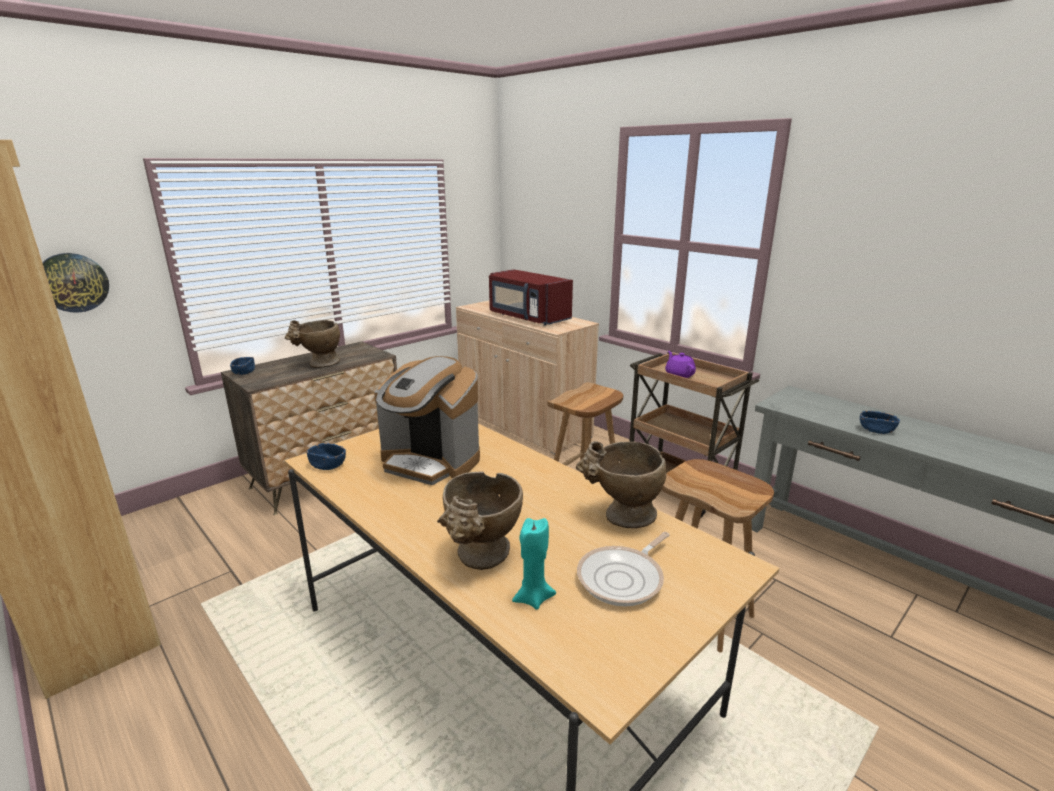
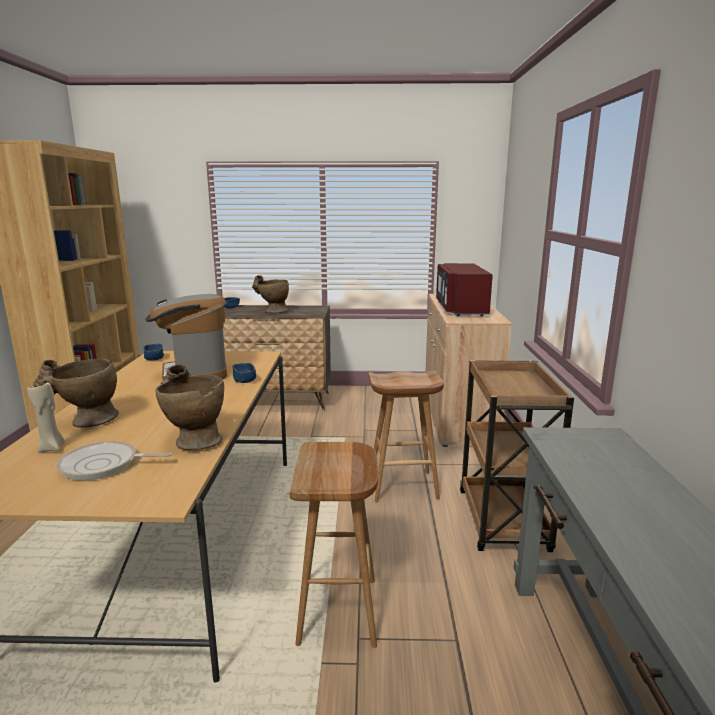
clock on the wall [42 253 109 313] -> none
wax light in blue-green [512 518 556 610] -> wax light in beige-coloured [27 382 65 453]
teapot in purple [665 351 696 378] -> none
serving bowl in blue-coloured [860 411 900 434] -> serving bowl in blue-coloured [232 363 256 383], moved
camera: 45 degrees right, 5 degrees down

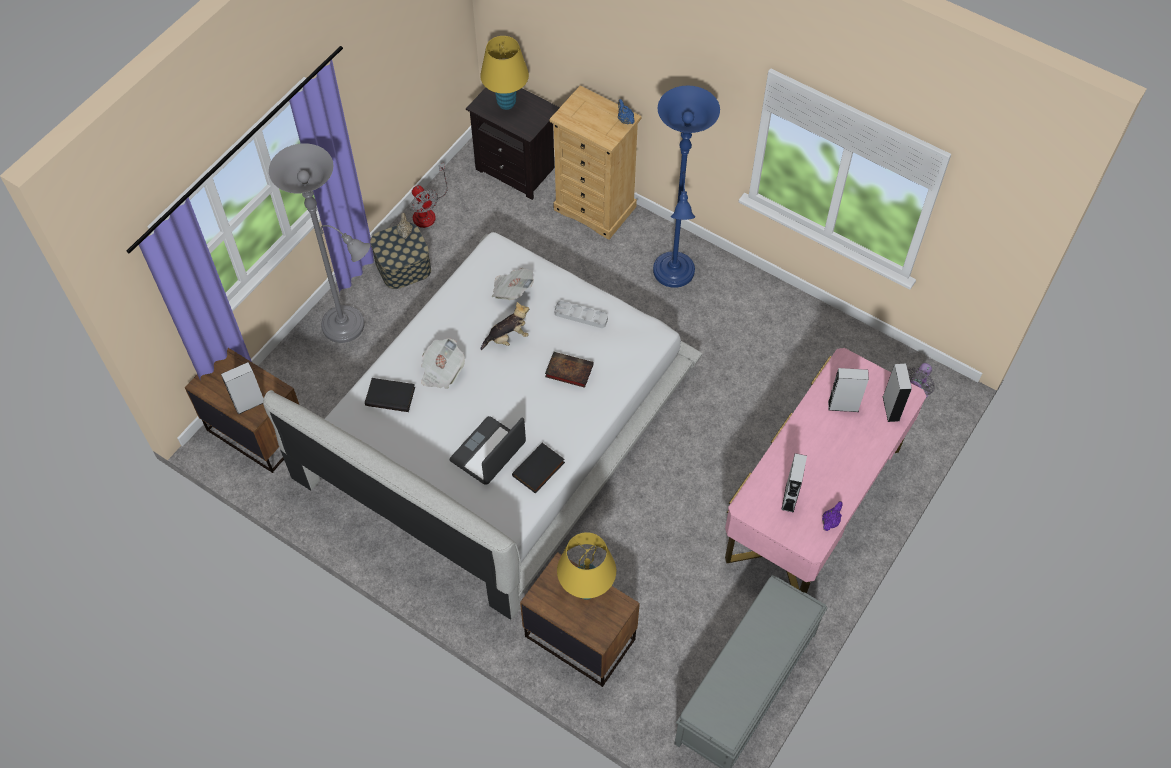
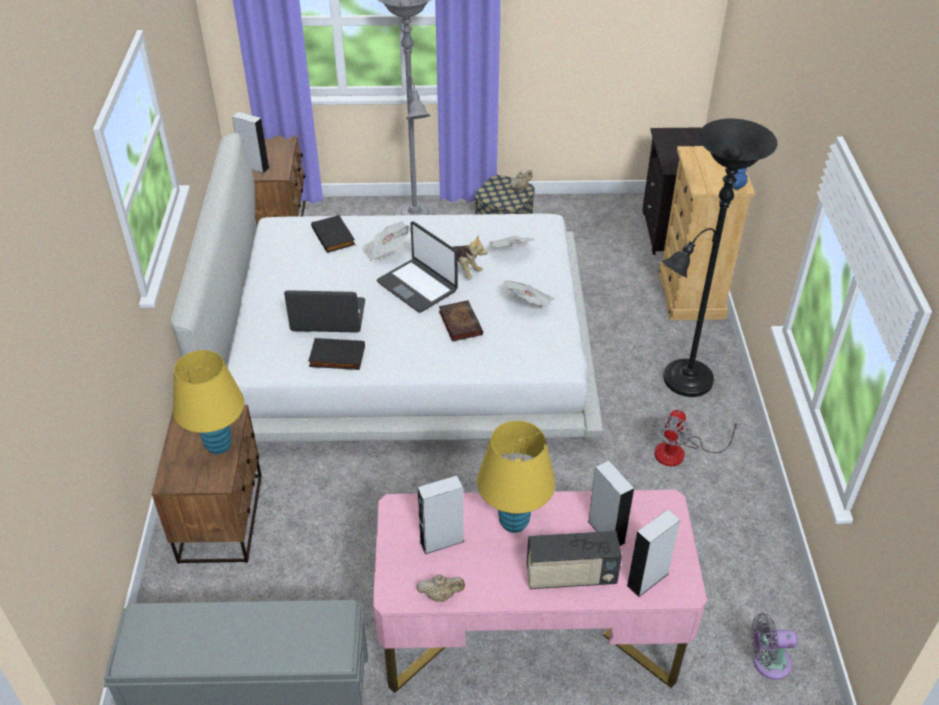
electric fan [412 163 448 228] -> electric fan [653 410 741 466], moved
table lamp in yellow [480 36 529 110] -> table lamp in yellow [477 421 555 533], moved
serving tray in grey [554 301 608 328] -> daily paper [503 280 555 307]
standard lamp in blue-coloured [653 86 720 288] -> standard lamp in blackish [662 118 778 397]
teapot in purple [822 501 843 531] -> teapot in beige-coloured [416 574 465 602]
none -> laptop [377 221 458 313]
none -> radio [527 531 622 589]
camera: 55 degrees right, 15 degrees down

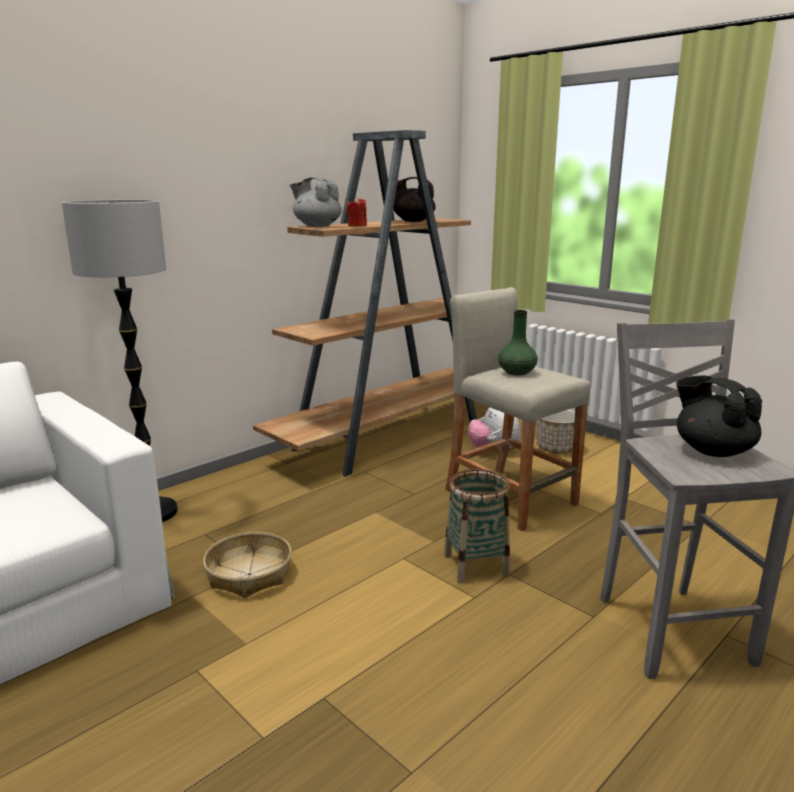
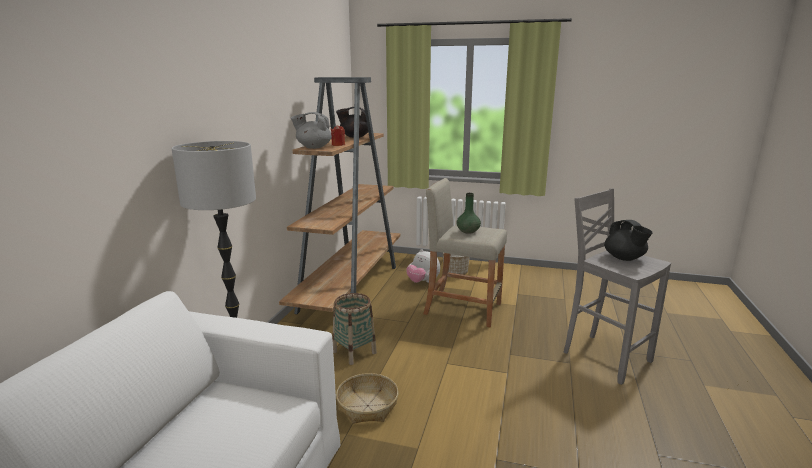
storage basket [444 469 510 583] -> storage basket [332 293 377 365], moved
teapot in blackish [676 375 762 457] -> teapot in blackish [604 220 653 261], 135 degrees counterclockwise
camera: 30 degrees left, 0 degrees up

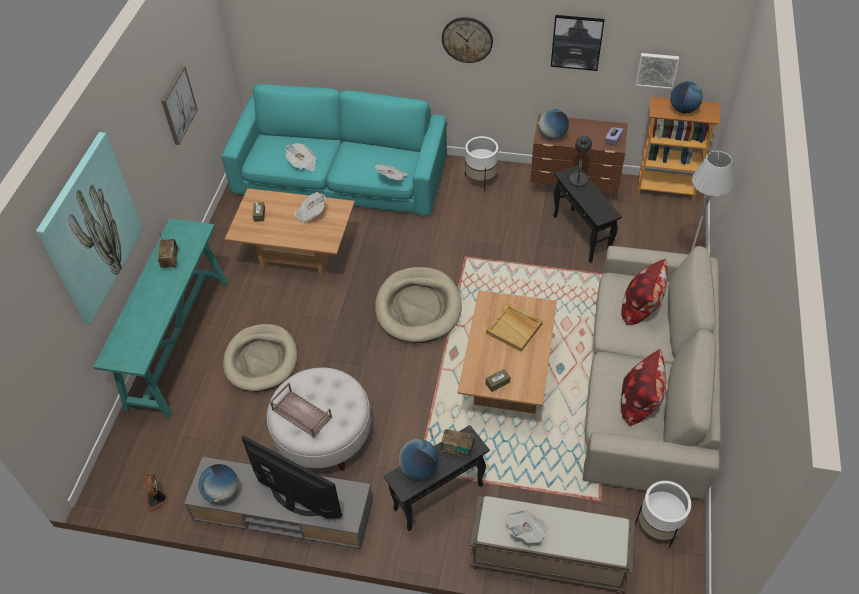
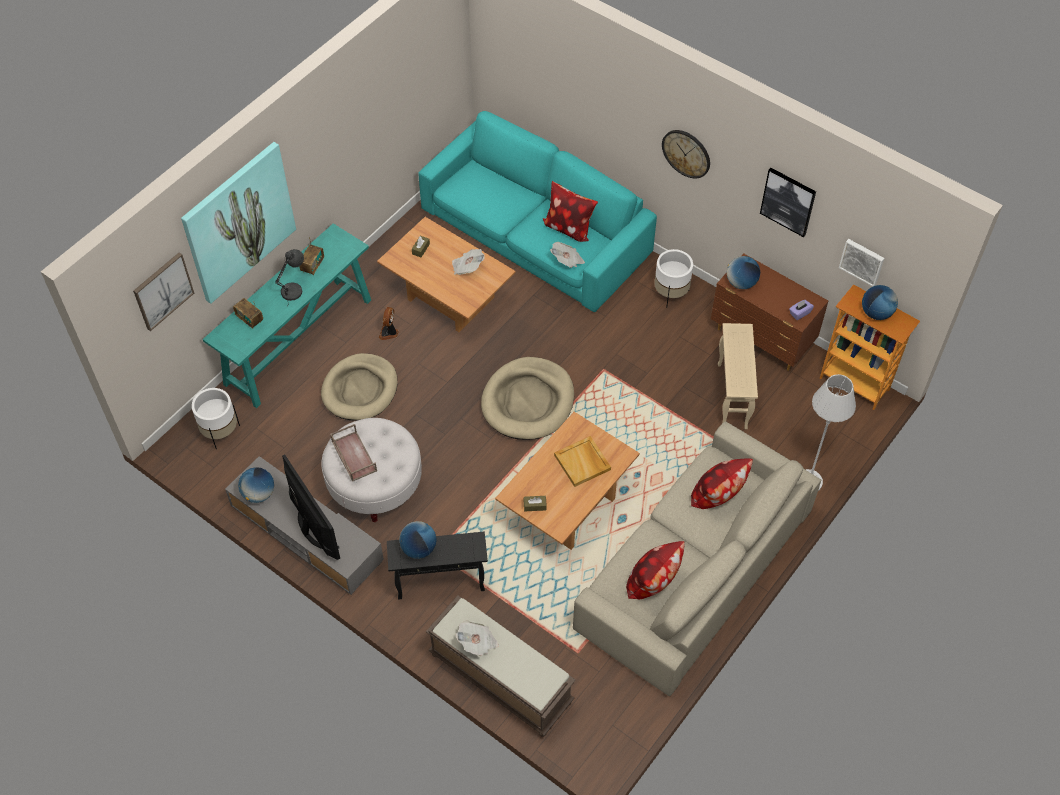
electric fan [145 474 168 512] -> electric fan [379 307 399 340], moved
wall art [161 66 198 145] -> wall art [133 252 194 331], moved
daily paper [286 143 317 171] -> none
radio [441 427 474 458] -> radio [233 298 263 329], moved
accent table in blackish [553 165 622 263] -> accent table in beige-coloured [718 323 758 429]
table lamp in grey [569 136 592 192] -> table lamp in grey [275 249 304 301], moved
flower pot in white [635 481 691 548] -> flower pot in white [192 388 240 449], moved
none -> cushion [543 181 598 242]
camera: 25 degrees right, 5 degrees up

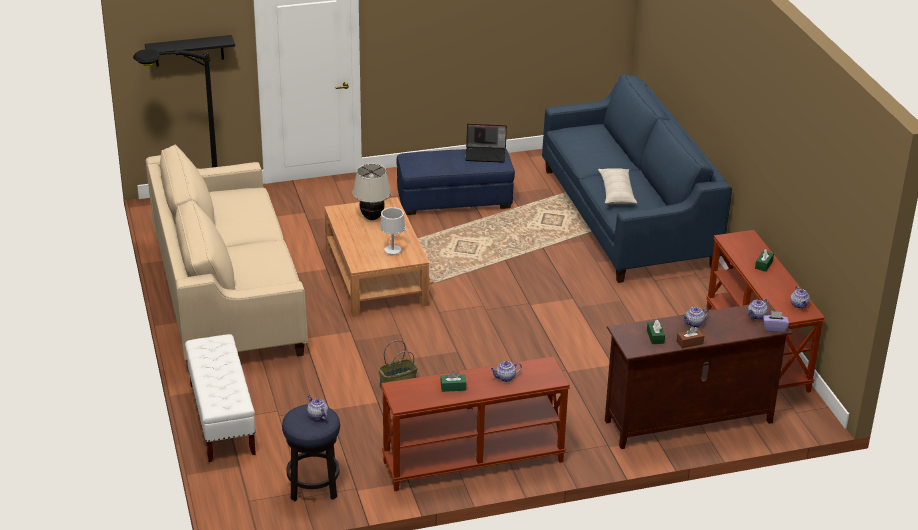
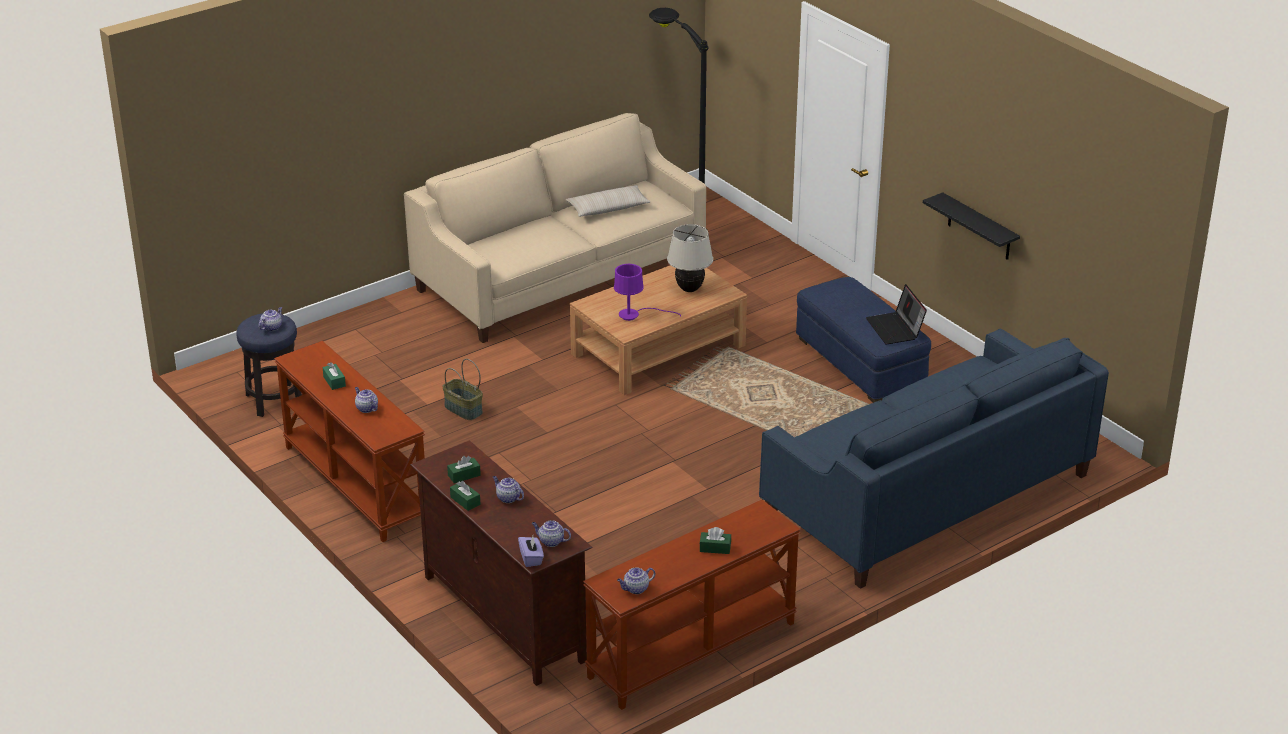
shelf in blackish [145 35 235 66] -> shelf in blackish [923 192 1020 260], moved
indoor bench in white [185 334 256 462] -> none
table lamp in white [380 207 410 255] -> table lamp in purple [614 264 681 321]
cushion in beige-coloured [598 168 637 204] -> cushion in beige-coloured [566 185 650 217], moved
tissue holder in brown-coloured [677 327 704 348] -> tissue holder in green-coloured [450 481 481 511]
camera: 70 degrees right, 0 degrees up

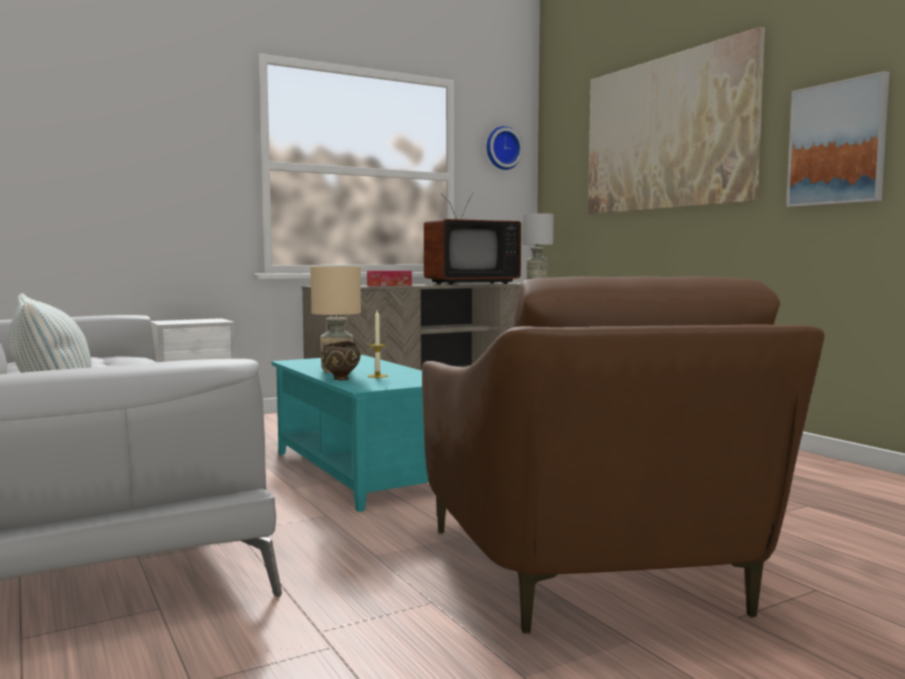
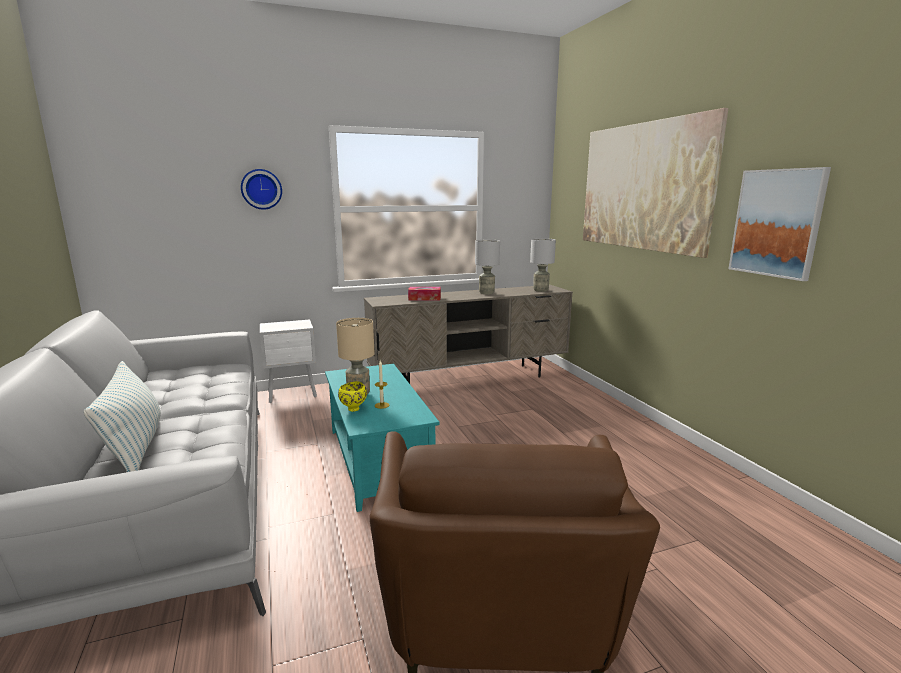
serving bowl in brown-coloured [321 341 360 380] -> serving bowl in yellow [338 381 367 412]
TV set [424 192 521 285] -> table lamp in grey [475 240 500 294]
clock on the wall [487 126 523 170] -> clock on the wall [241 169 282 210], moved
camera: 10 degrees right, 10 degrees up

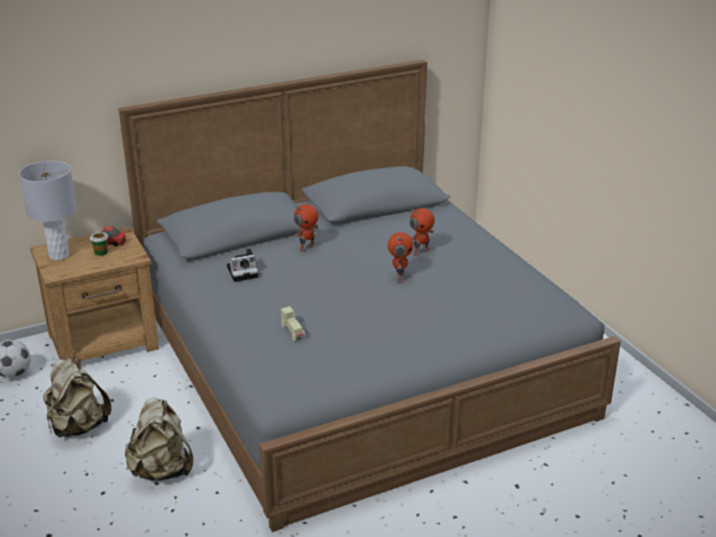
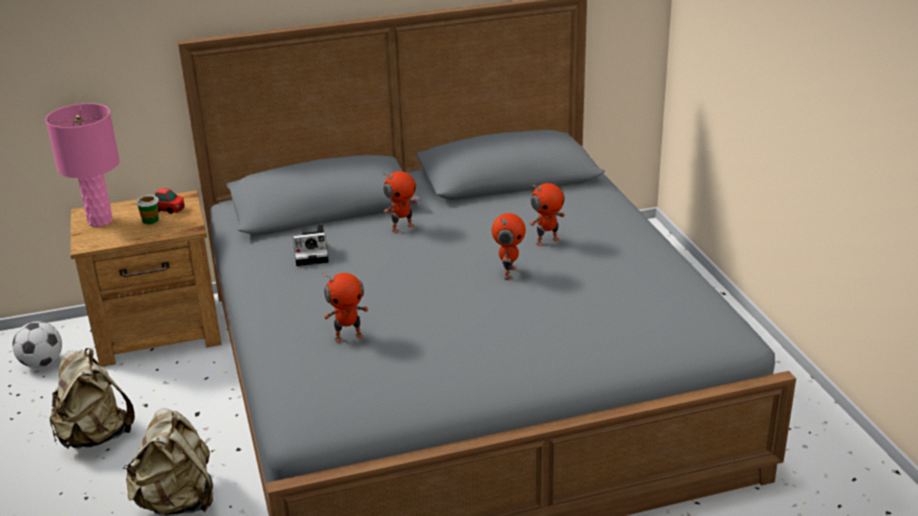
table lamp in grey [19 161 77 260] -> table lamp in pink [46 103 120 227]
toy car in beige-coloured [281 306 305 341] -> robot figure [322 272 369 342]
camera: 10 degrees right, 0 degrees up

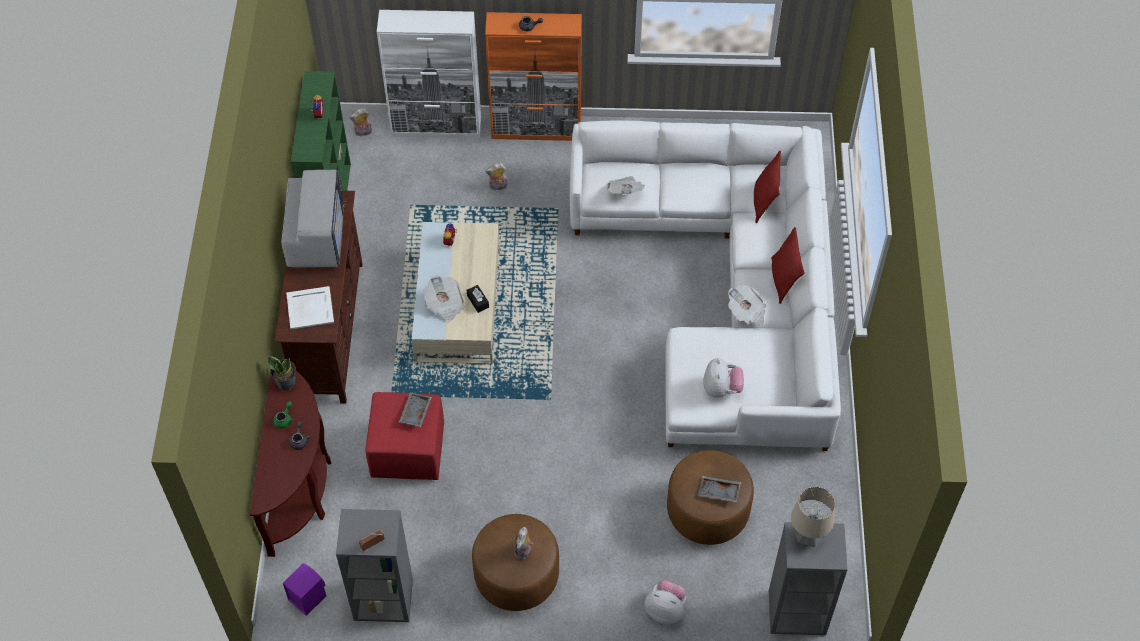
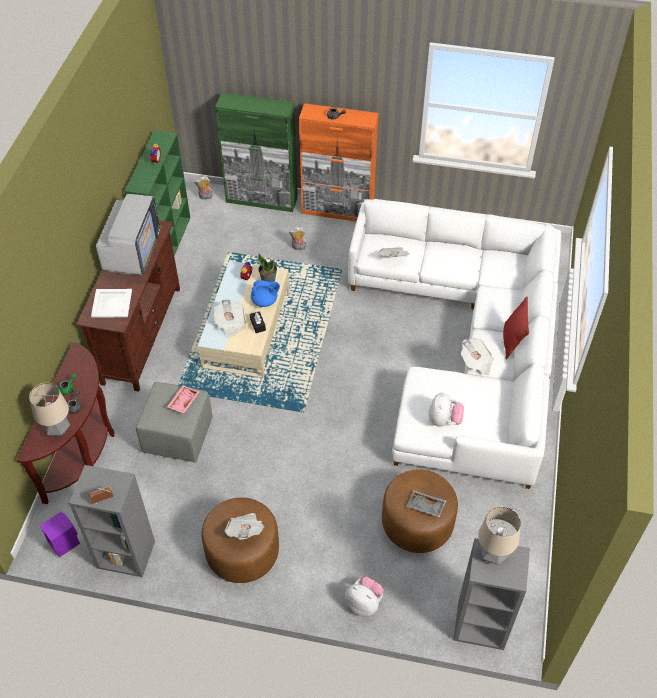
houseplant [267 356 296 390] -> houseplant [258 253 277 282], moved
pouffe in red [366 392 444 480] -> pouffe in grey [136 382 213 463]
storage cabinet in white [377 10 481 138] -> storage cabinet in green-coloured [215 92 298 212]
serving tray in grey [399 392 432 427] -> serving tray in pink [167 385 200 413]
cuddly toy [514 527 533 560] -> daily paper [225 513 264 540]
cushion in red [754 151 781 223] -> none
none -> table lamp [29 383 70 437]
none -> teapot in blue-coloured [251 280 280 307]
camera: 10 degrees right, 5 degrees down

